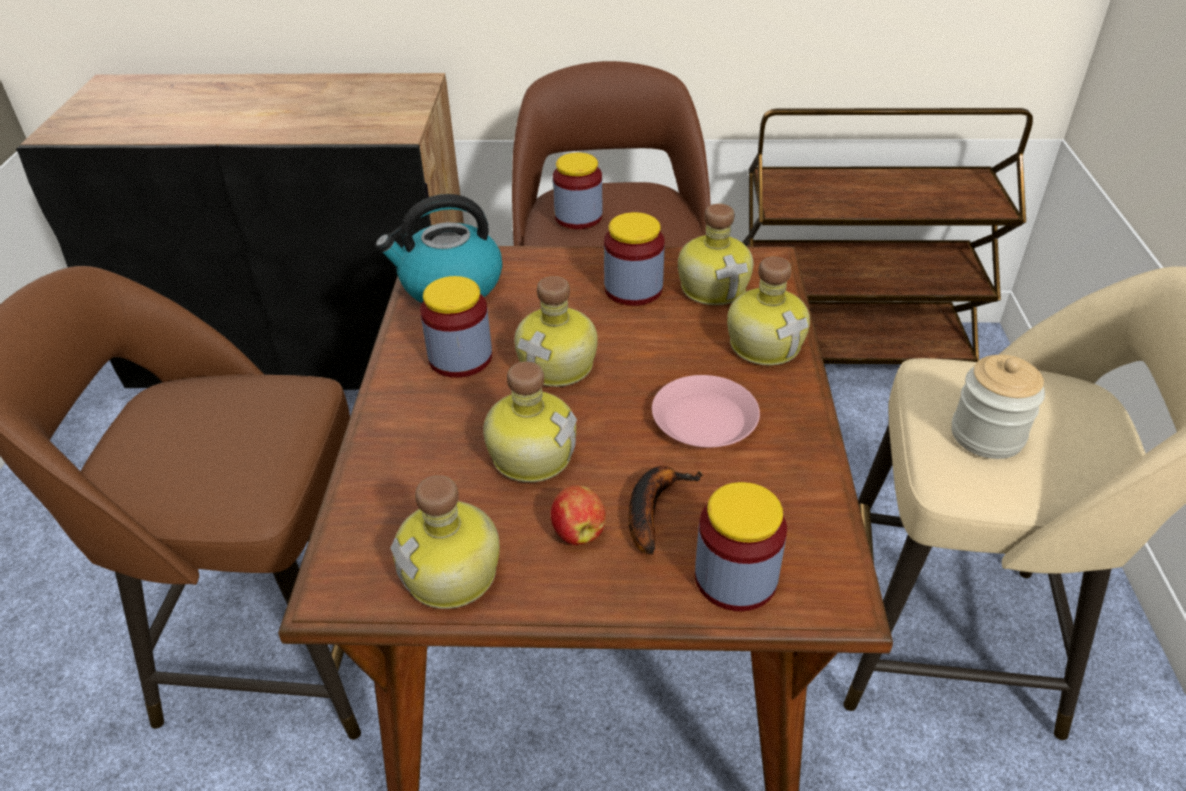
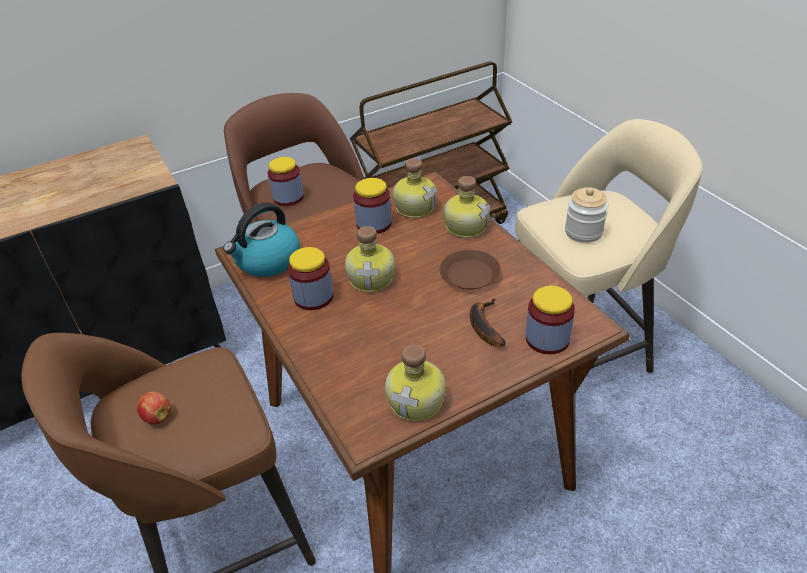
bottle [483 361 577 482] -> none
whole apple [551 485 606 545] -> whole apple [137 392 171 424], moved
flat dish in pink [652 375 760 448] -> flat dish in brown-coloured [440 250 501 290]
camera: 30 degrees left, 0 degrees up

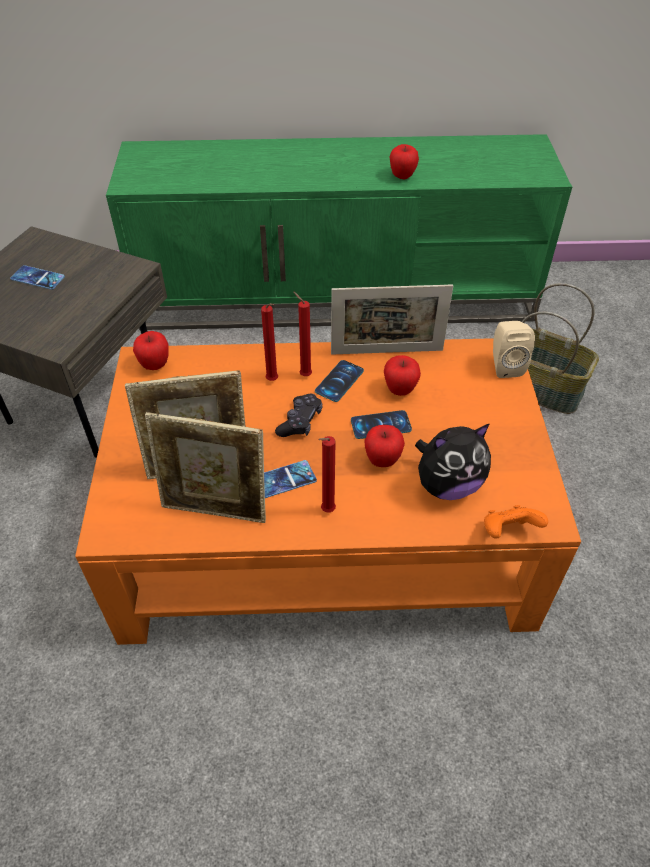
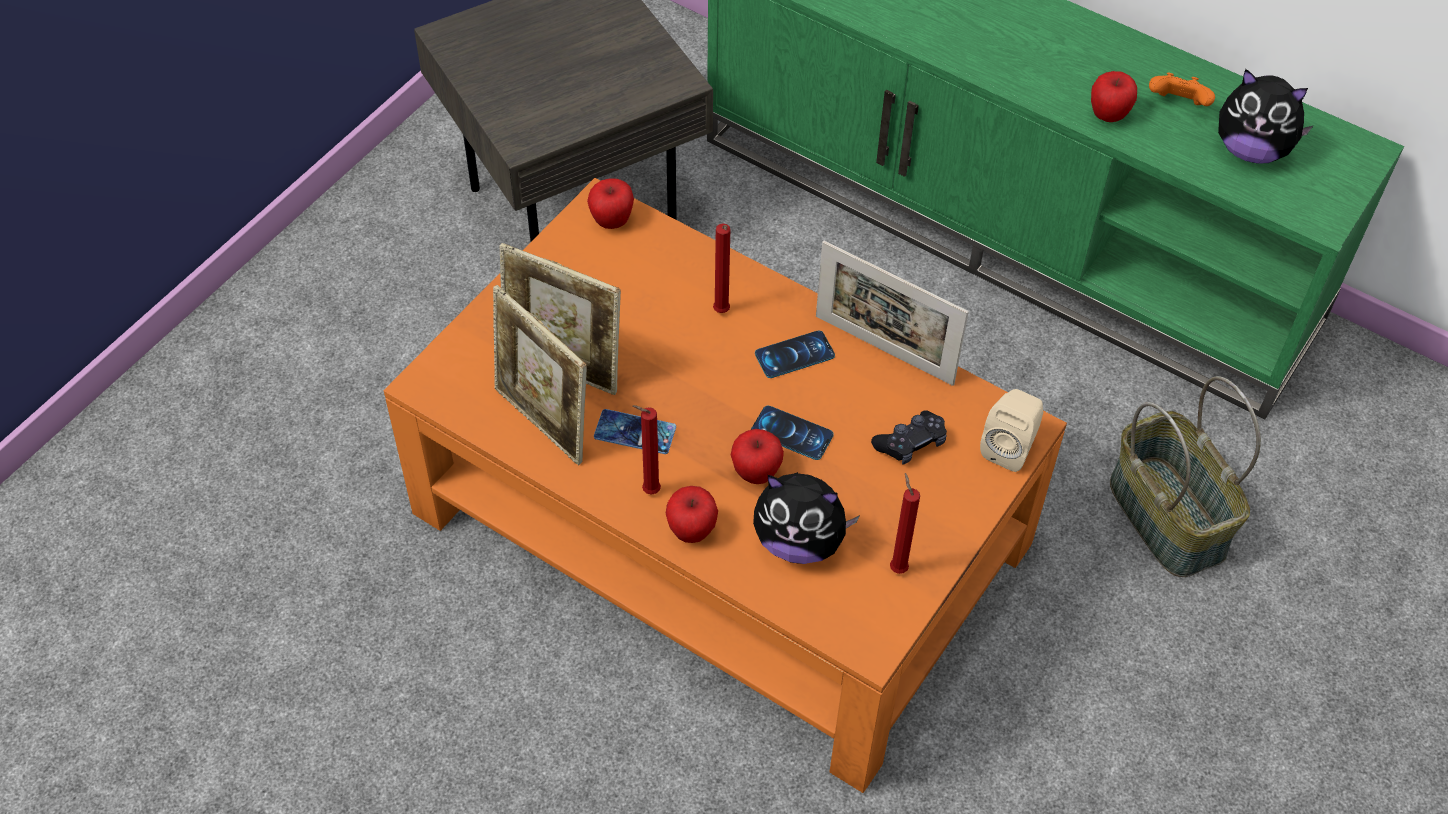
phone [10 265 65 290] -> none
game controller in blackish [275 394 322 437] -> game controller in blackish [871 410 947 465], moved
wax light in red [294 292 312 376] -> wax light in red [890 473 920 574], moved
whole apple [384 355 421 396] -> whole apple [666 486 718 543], moved
game controller in orange [484 505 548 538] -> game controller in orange [1149 73 1215 106], moved
none -> cuddly toy [1218 69 1314 164]
camera: 35 degrees right, 5 degrees up

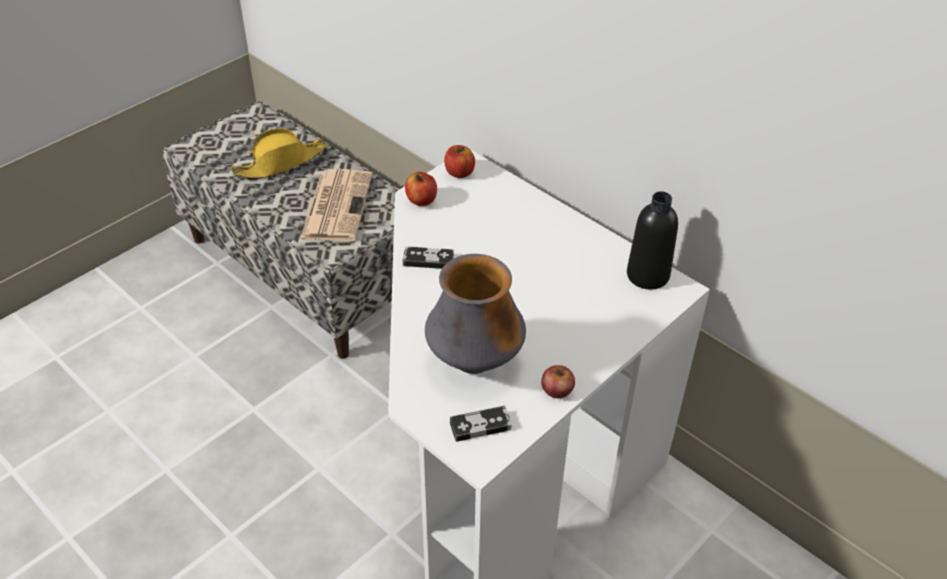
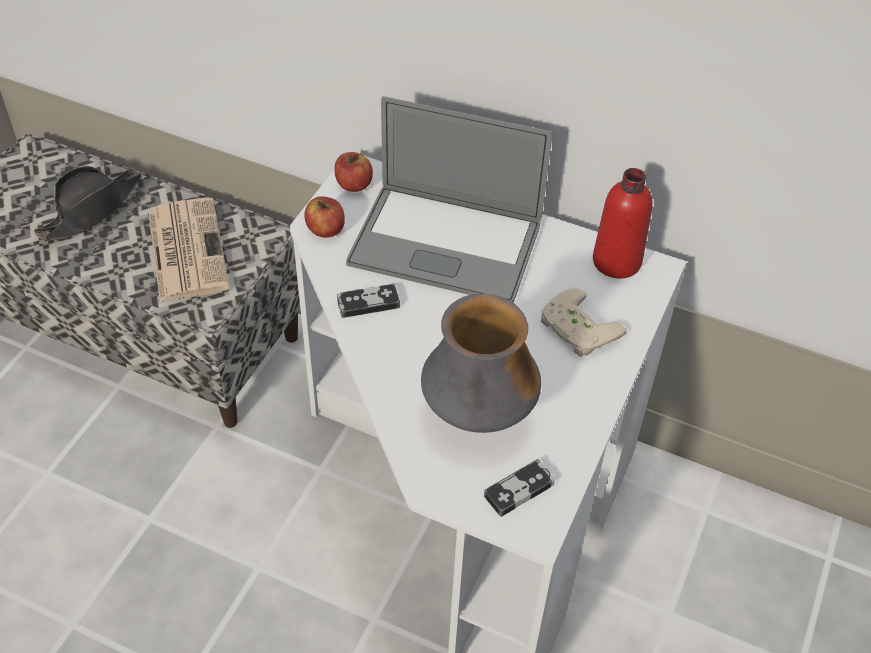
hat in yellow [231 128 327 178] -> hat in blackish [34 166 141 240]
whole apple [541 365 575 398] -> none
bottle in blackish [627 191 678 289] -> bottle in red [593 168 653 279]
none -> laptop [346 96 552 302]
none -> game controller in beige-coloured [541 288 627 357]
camera: 20 degrees left, 5 degrees up

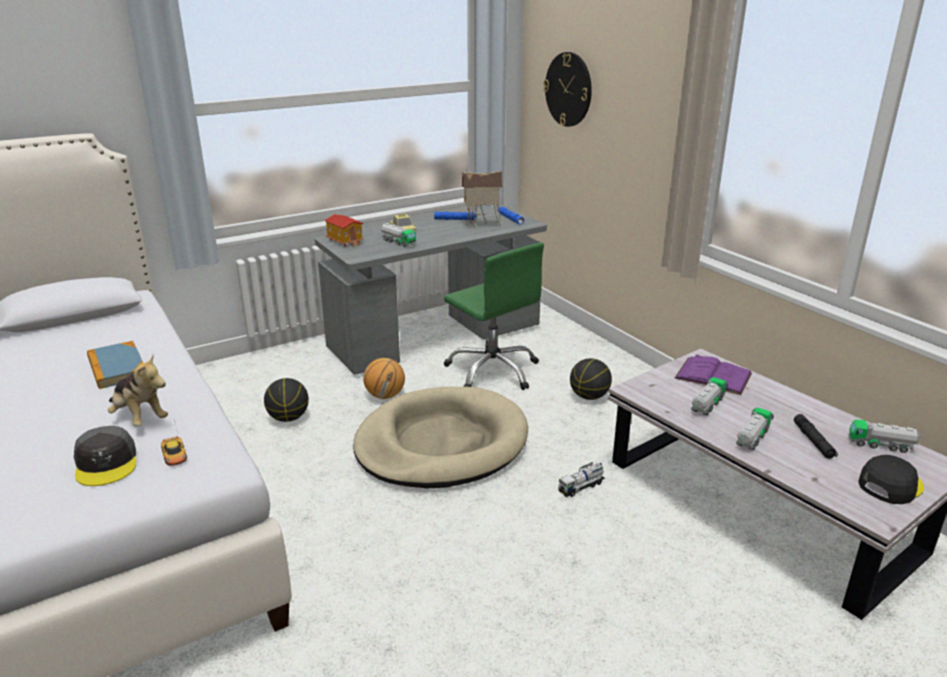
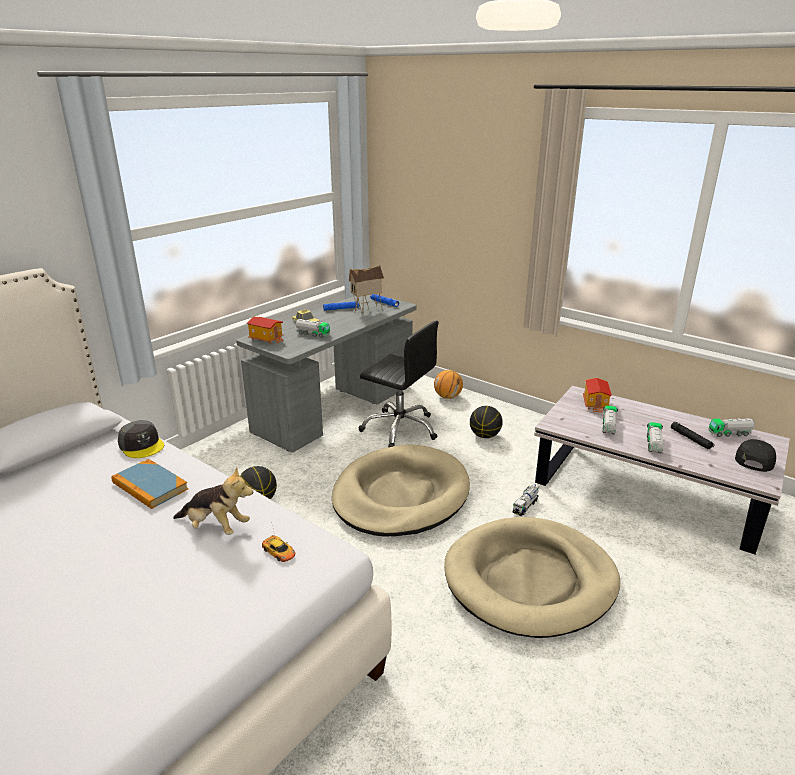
baseball cap in grey [74 426 136 486] -> baseball cap in grey [118 420 164 458], moved
basketball ball [363 358 405 399] -> basketball ball [434 370 463 399], moved
desk chair in green-coloured [444 243 544 390] -> desk chair in blackish [359 321 439 447]
clock on the wall [543 52 592 127] -> none
bound book in purple [674 354 752 395] -> toy house [583 378 612 412]
none -> dog cushion in beige-coloured [444 517 620 638]
camera: 20 degrees left, 0 degrees up

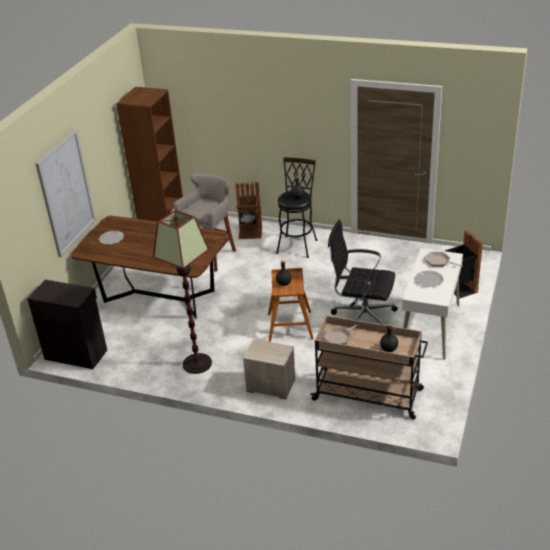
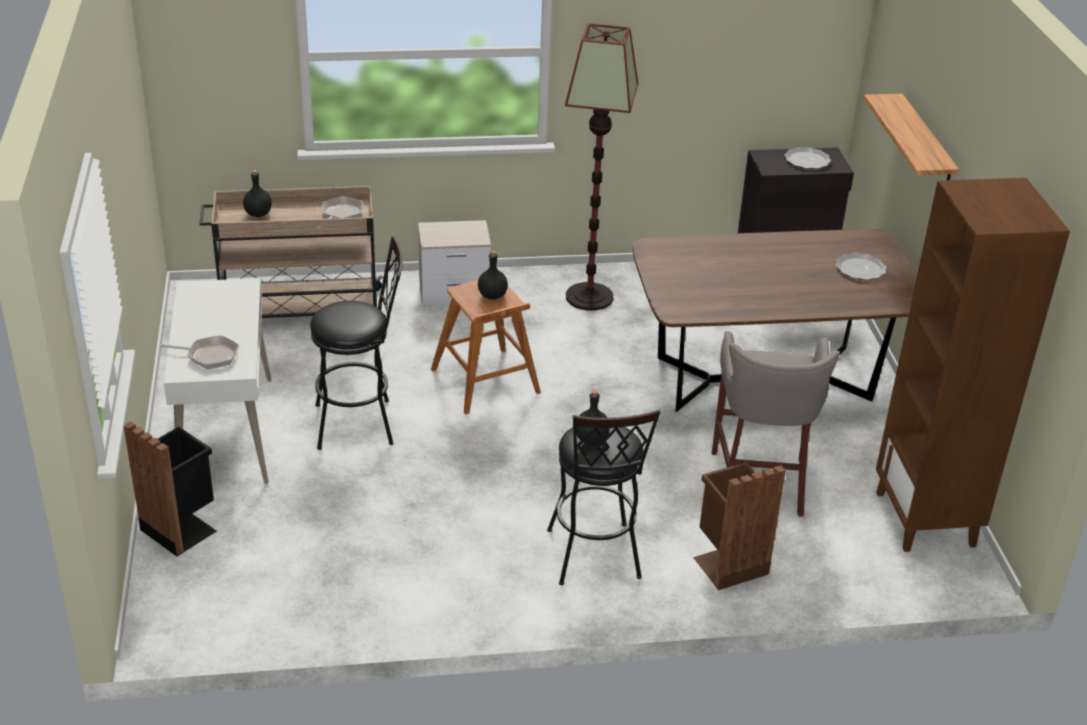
wall art [35 130 96 257] -> shelf [864 94 959 180]
desk chair in blackish [328 220 398 325] -> stool in blackish [310 236 403 450]
flat dish [415 270 444 287] -> flat dish [785 147 831 169], moved
camera: 150 degrees right, 0 degrees up

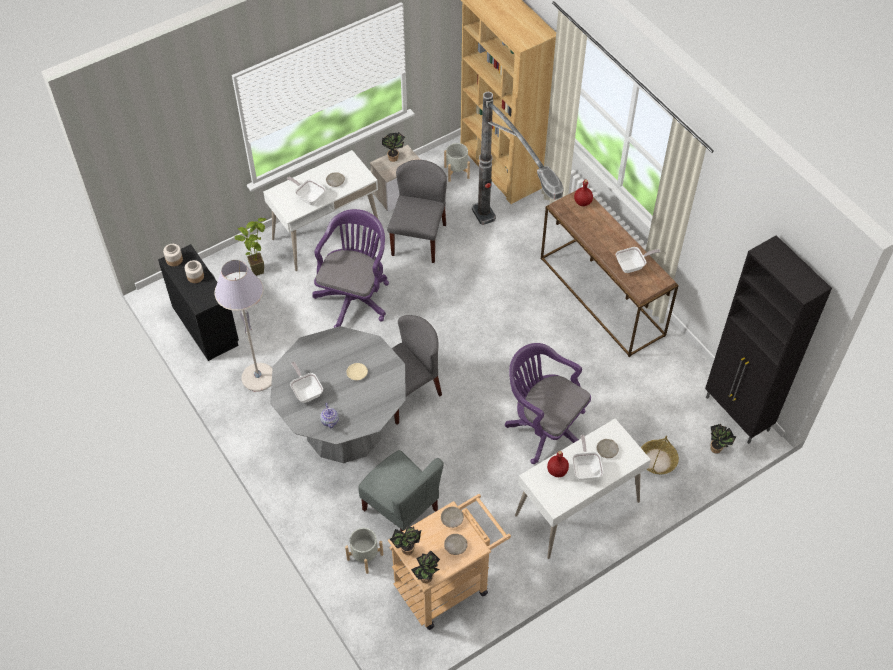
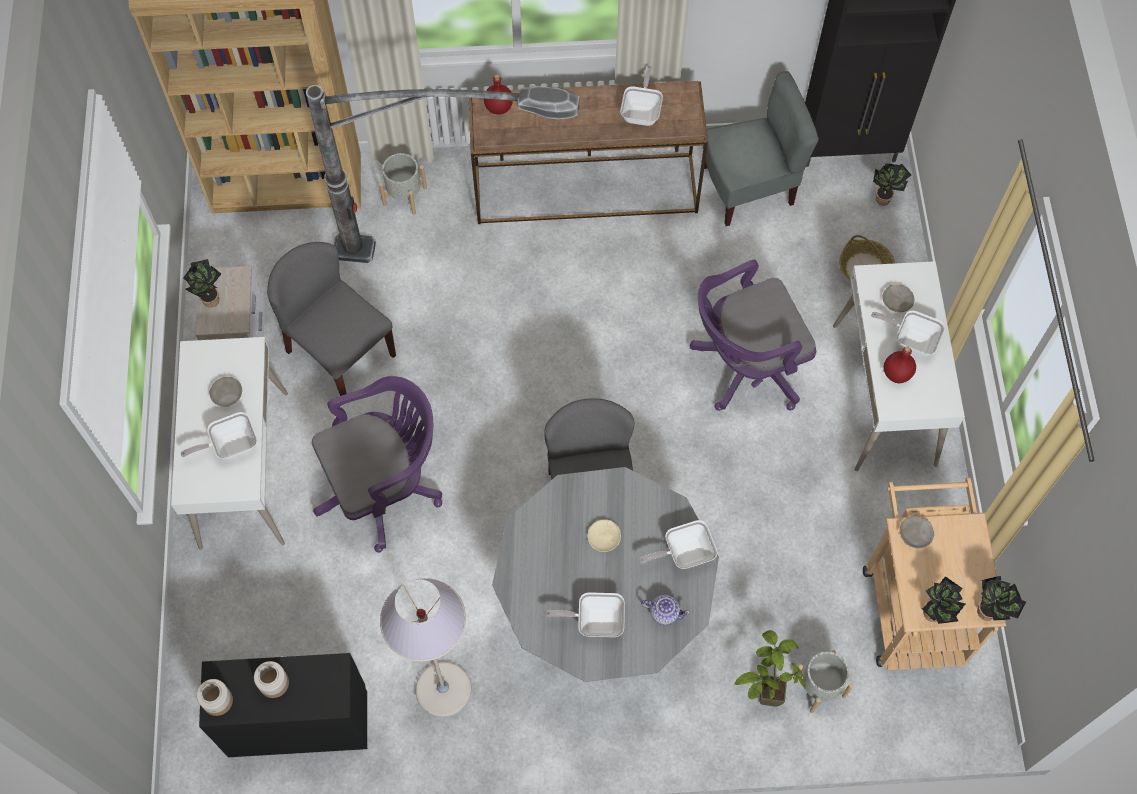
houseplant [234 218 267 276] -> houseplant [734 630 805 707], moved
desk chair in purple [312 209 389 328] -> desk chair in purple [312 376 442 553], 105 degrees clockwise
upright chair in grey [358 450 444 532] -> upright chair in grey [703 71 819 226], moved
flower pot in grey [444 143 470 182] -> flower pot in grey [379 153 427 215], moved
flat dish in beige-coloured [444 534 468 555] -> none
none -> skillet [639 520 718 569]
camera: 60 degrees left, 10 degrees up

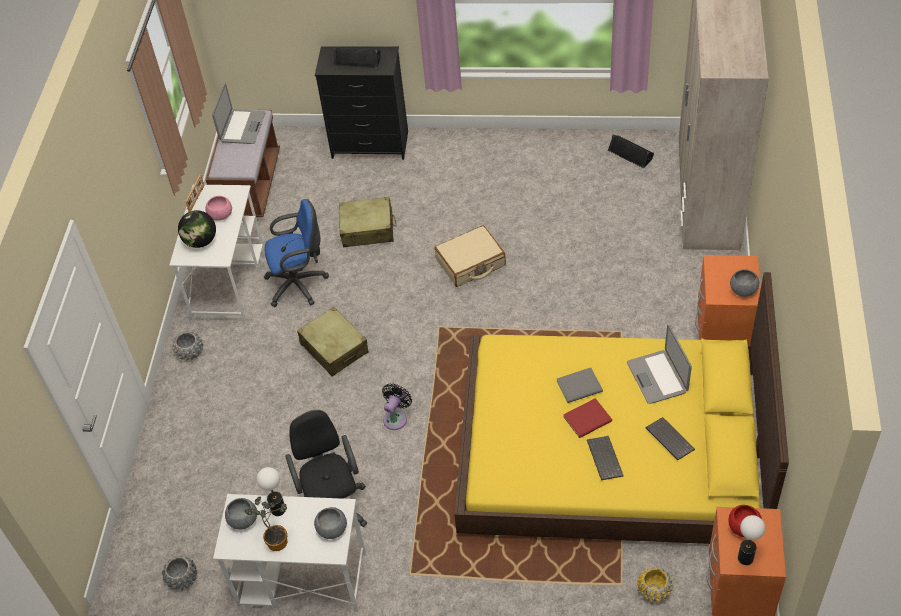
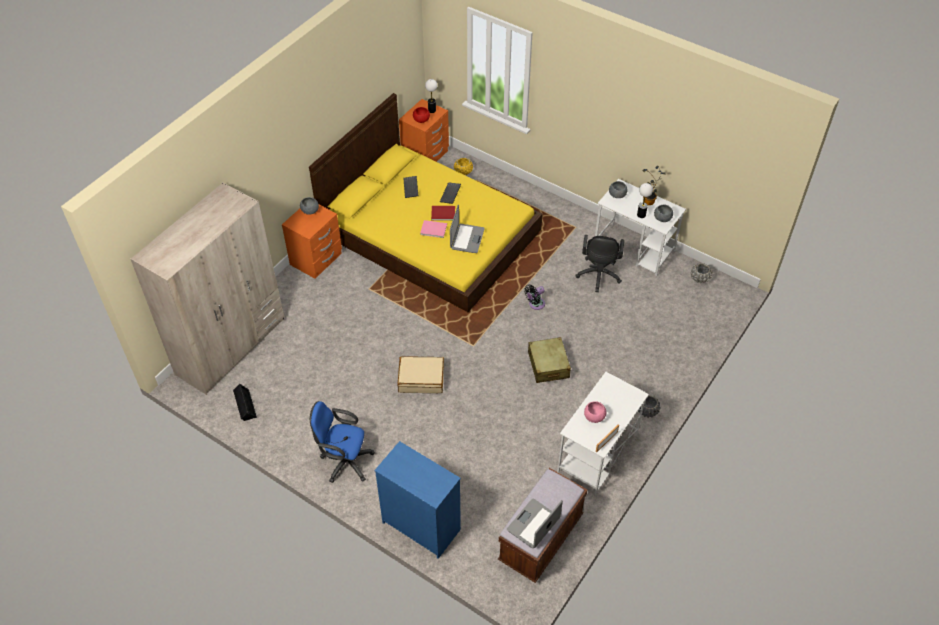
world globe [178 210 216 248] -> none
desk chair in blue-coloured [264 199 329 307] -> desk chair in blue-coloured [310 401 375 483], moved
chest of drawers in blackish [315 46 408 160] -> chest of drawers in blue-coloured [375 441 461 559]
loudspeaker in blackish [333 47 381 68] -> none
suitcase in beige-coloured [339 197 396 247] -> none
bound book in grey [557 368 603 403] -> bound book in pink [420 220 447 238]
laptop [627 325 692 404] -> laptop [450 205 485 253], moved
camera: 155 degrees left, 0 degrees up

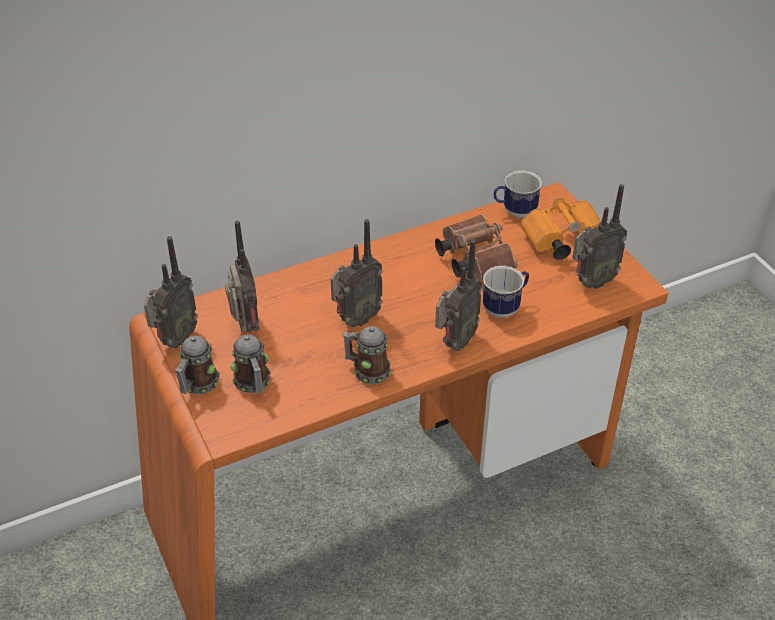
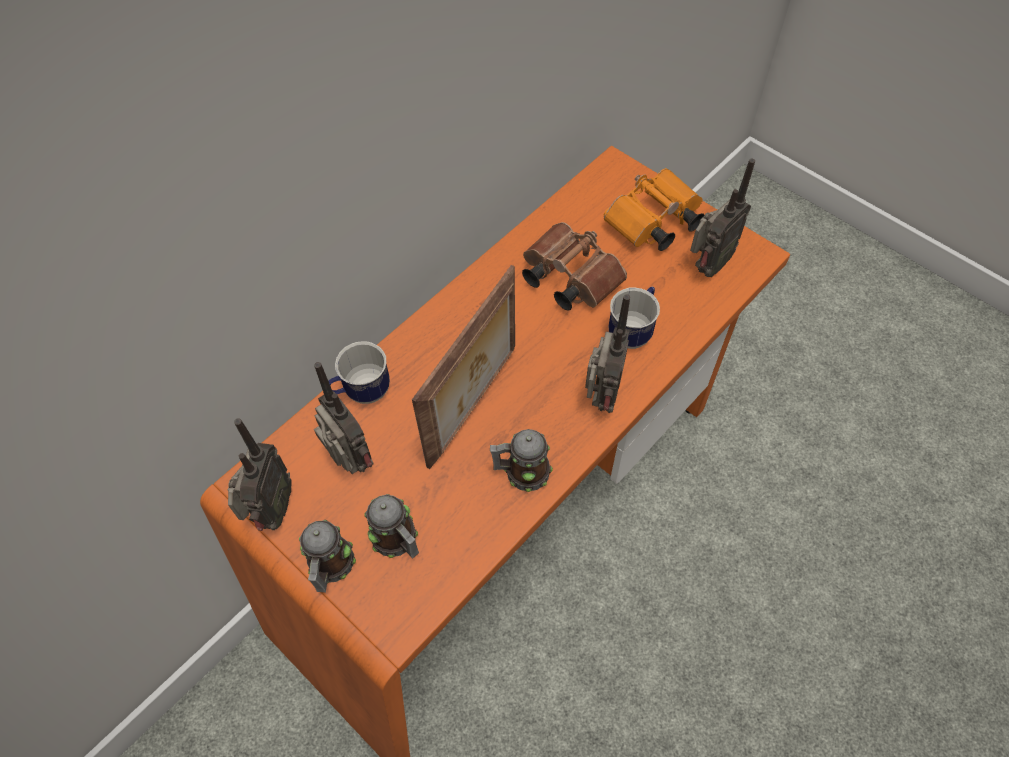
radio [331 219 383 327] -> picture frame [412 265 515 469]
tea mug [494 171 542 218] -> tea mug [329 341 390 404], moved
camera: 20 degrees left, 15 degrees up

